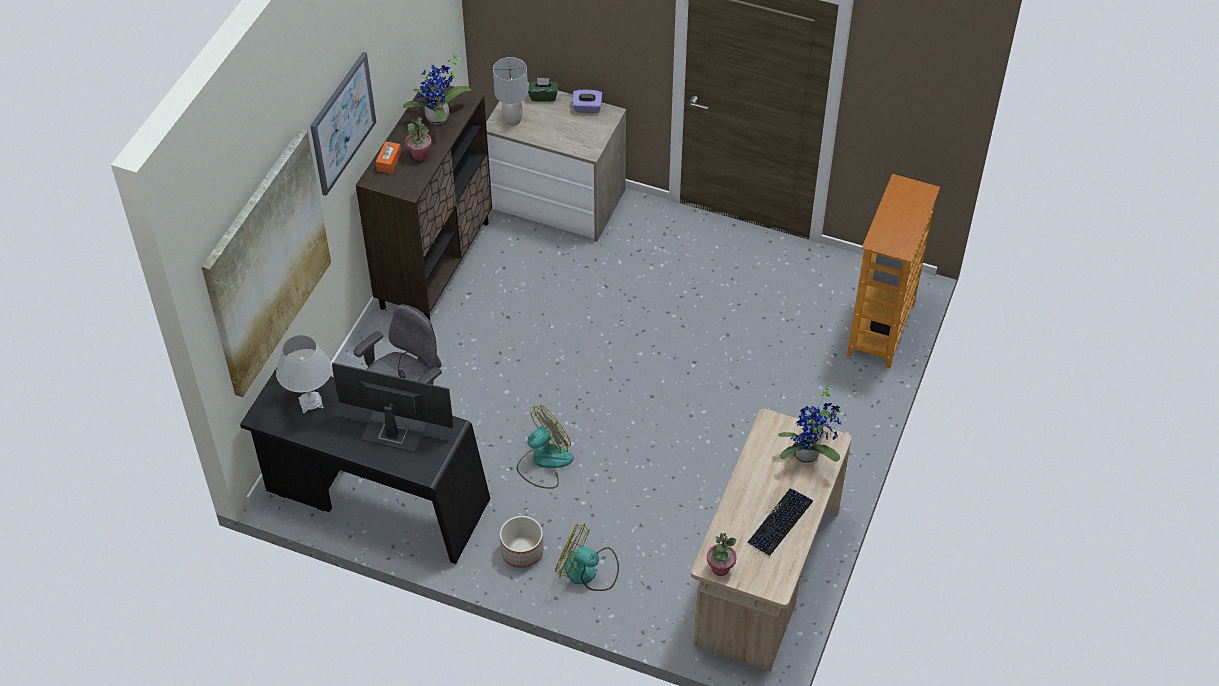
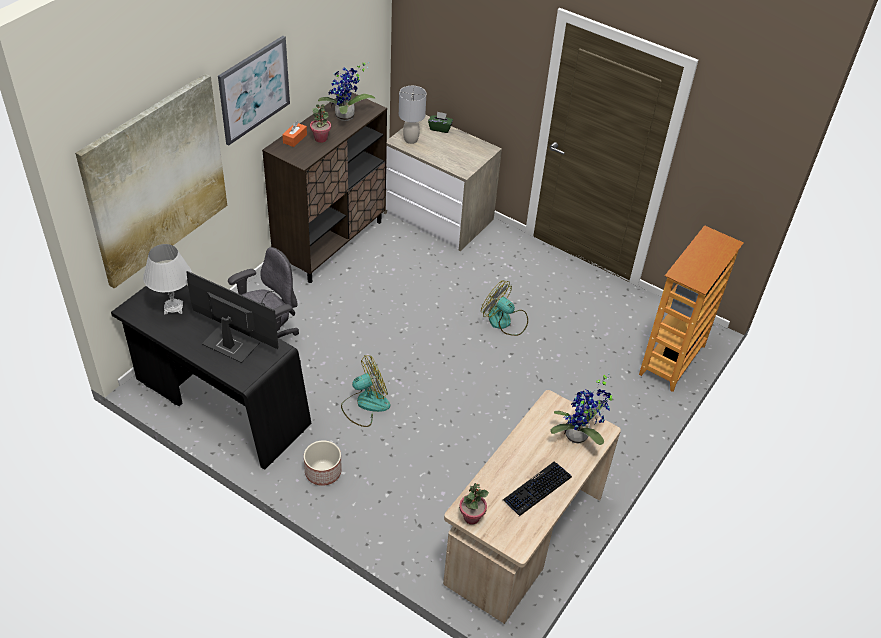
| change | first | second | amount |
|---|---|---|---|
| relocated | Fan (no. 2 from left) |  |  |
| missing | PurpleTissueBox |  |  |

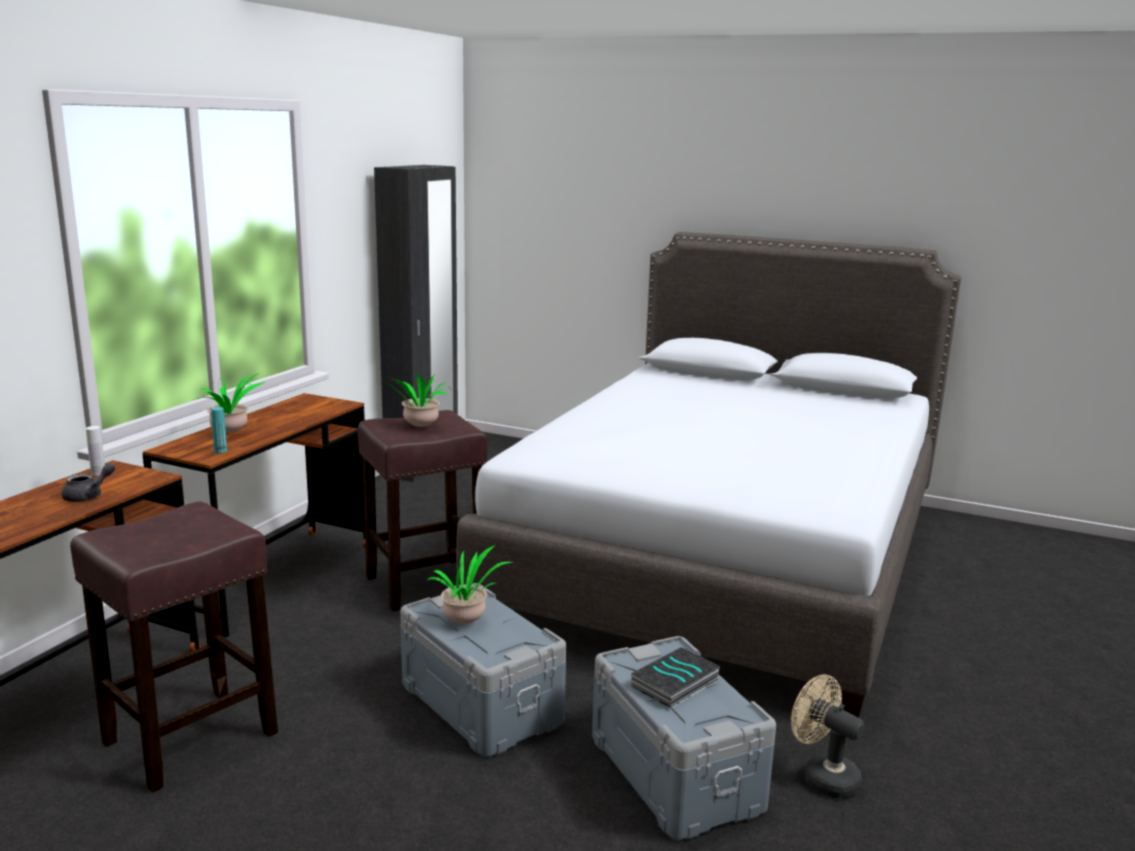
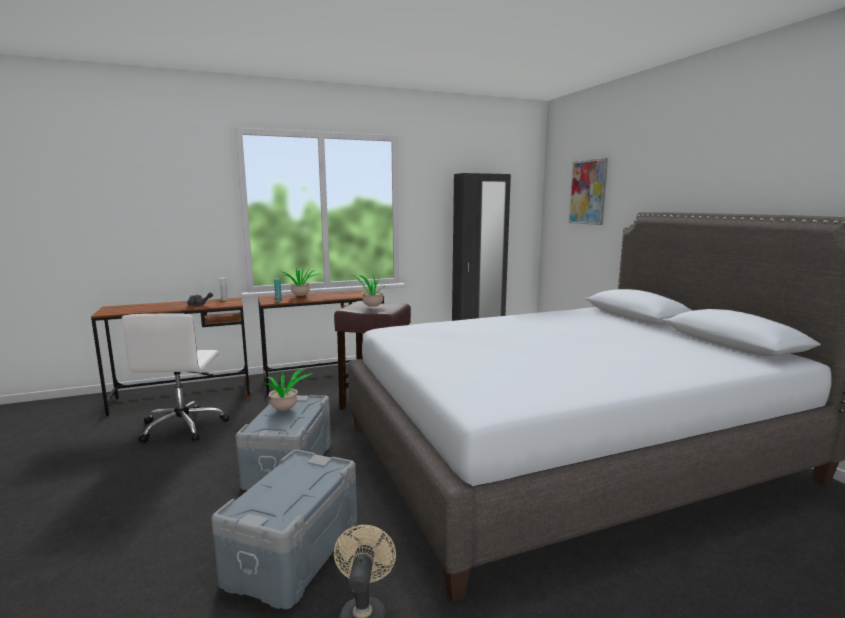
| change | first | second | amount |
|---|---|---|---|
| exchanged | BrownStool (no. 1 from left) | WhiteOfficeChair |  |
| missing | Book |  |  |
| appeared |  | Picture |  |

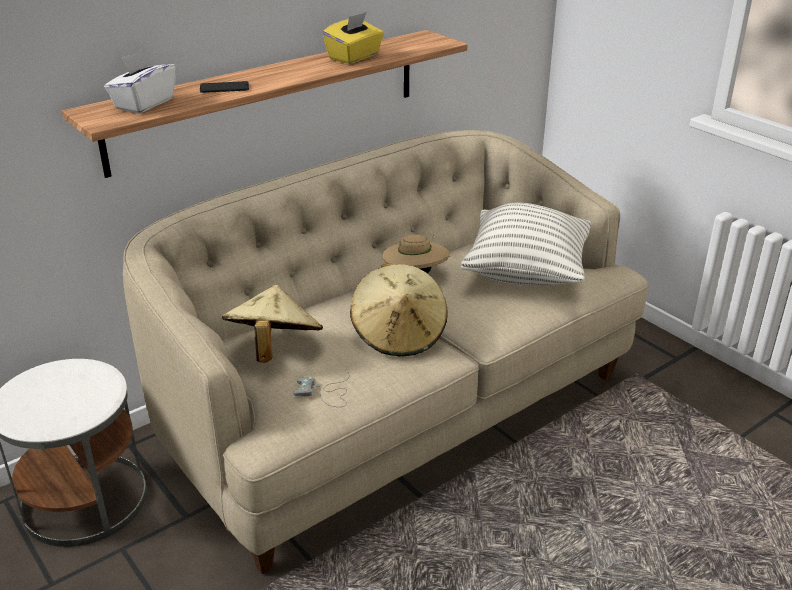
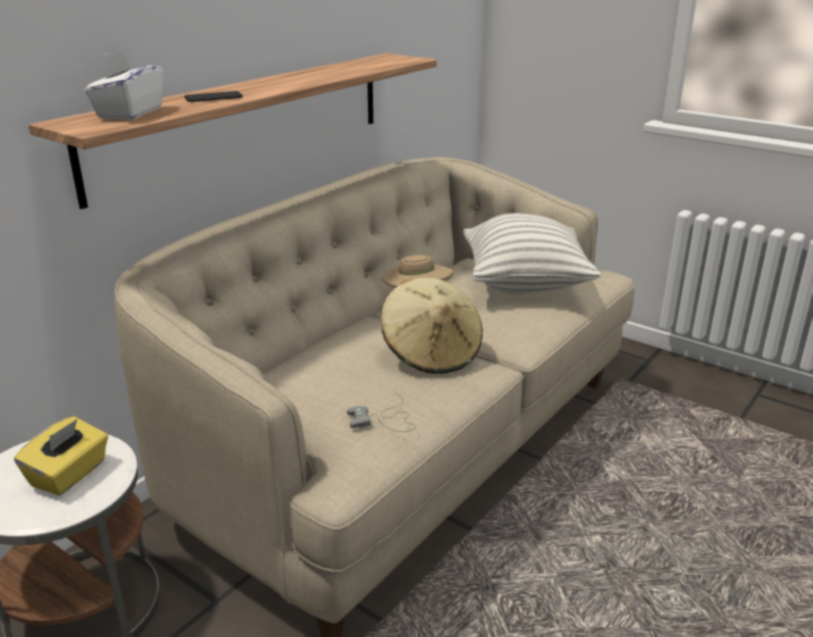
| change | first | second | amount |
|---|---|---|---|
| missing | BeigeHat (no. 1 from left) |  |  |
| relocated | YellowTissueBox |  |  |

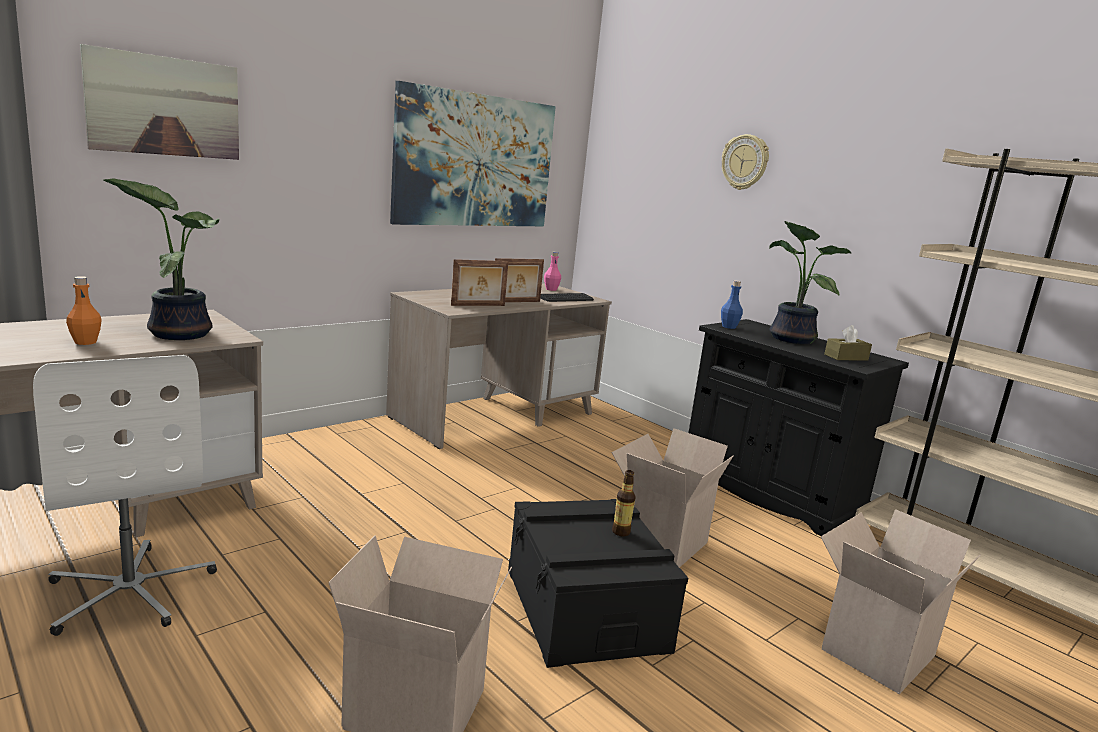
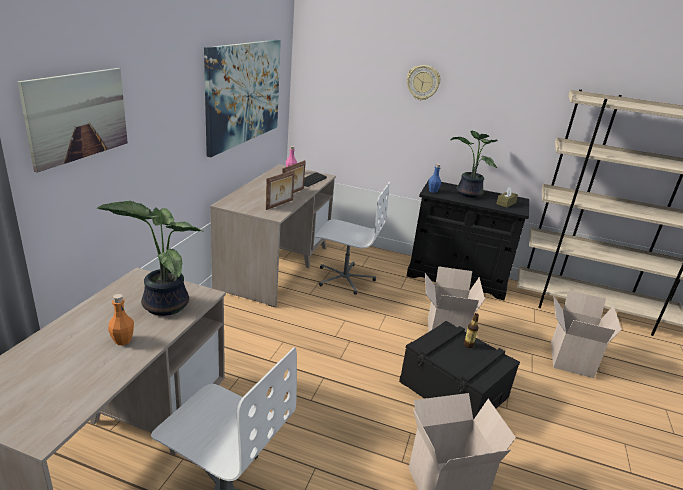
| change | first | second | amount |
|---|---|---|---|
| appeared |  | WhiteOfficeChair (no. 2 from left) |  |

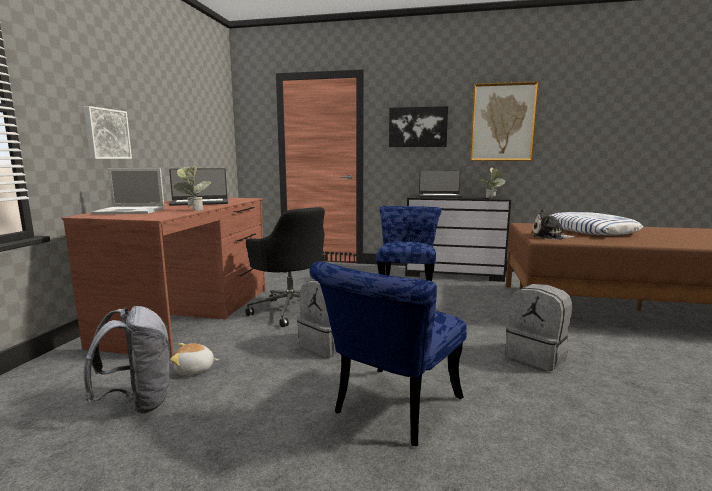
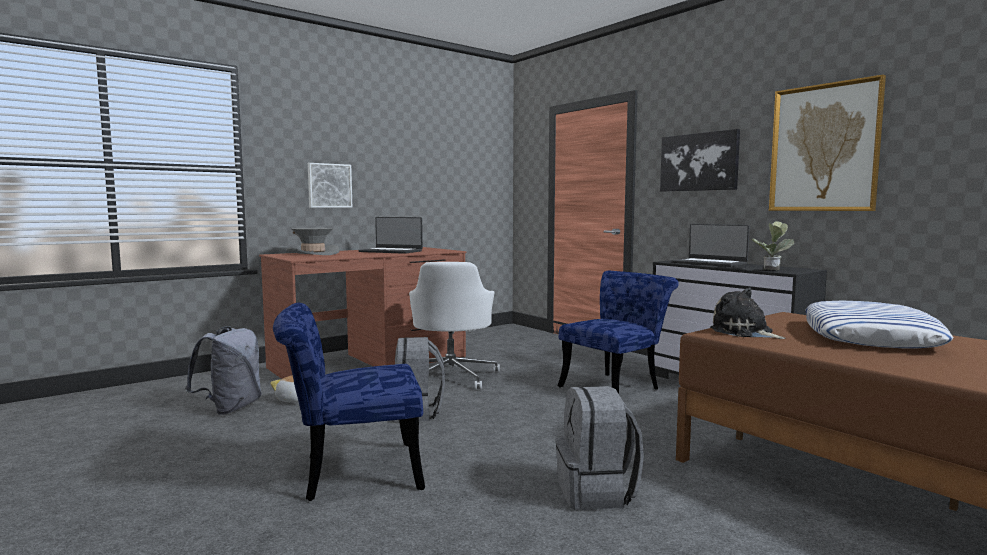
| change | first | second | amount |
|---|---|---|---|
| exchanged | Laptop (no. 1 from left) | GreyHat |  |
| missing | PottedPlant (no. 1 from left) |  |  |
| colour | BlackOfficeChair | WhiteOfficeChair |  |

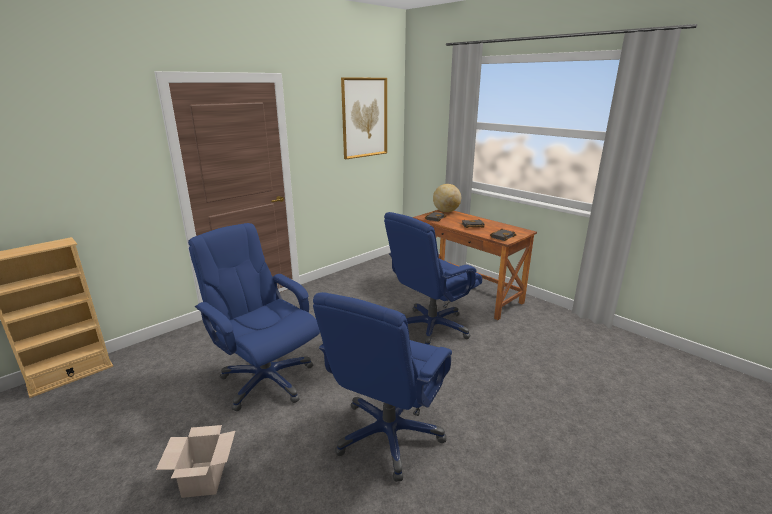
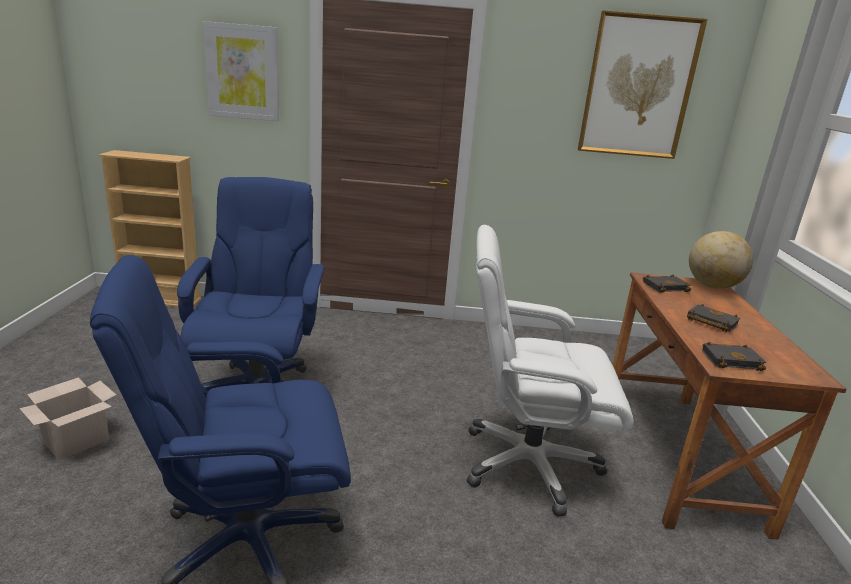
| change | first | second | amount |
|---|---|---|---|
| colour | BlueOfficeChair (no. 3 from left) | WhiteOfficeChair |  |
| appeared |  | Picture (no. 1 from left) |  |

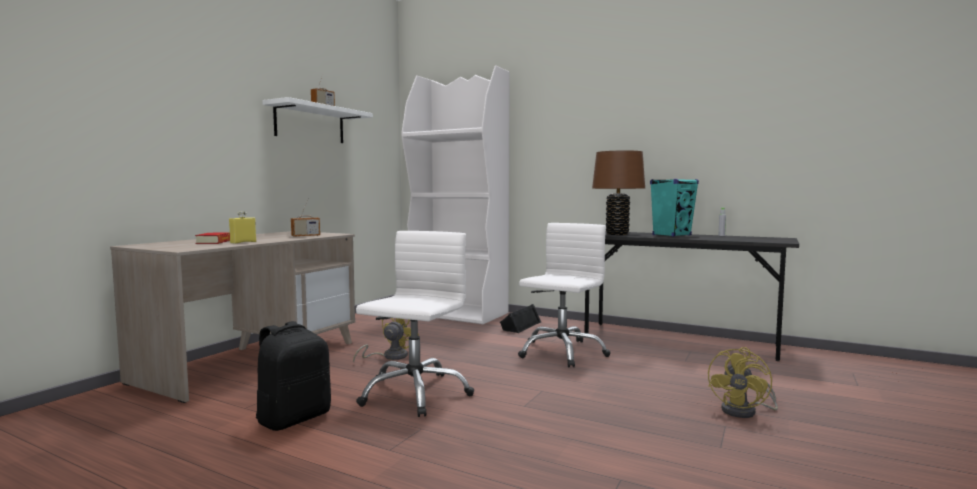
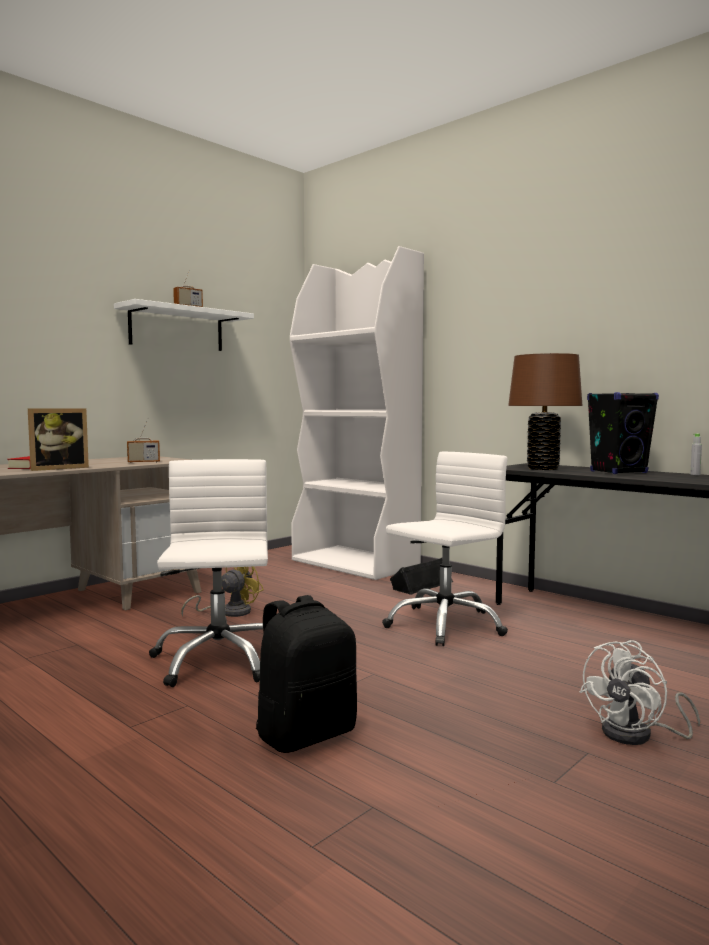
| change | first | second | amount |
|---|---|---|---|
| exchanged | YellowBottle | PictureFrame |  |
| relocated | BlackBackpack |  |  |
| spun | WhiteOfficeChair (no. 1 from left) |  | 45 degrees counterclockwise |
| colour | TurquoiseSpeaker | BlackSpeaker (no. 2 from left) |  |
| colour | YellowFan (no. 2 from left) | WhiteFan |  |

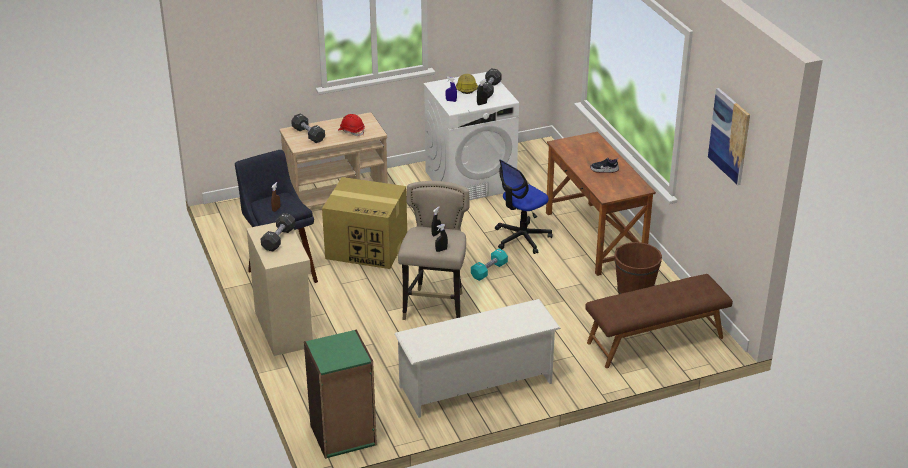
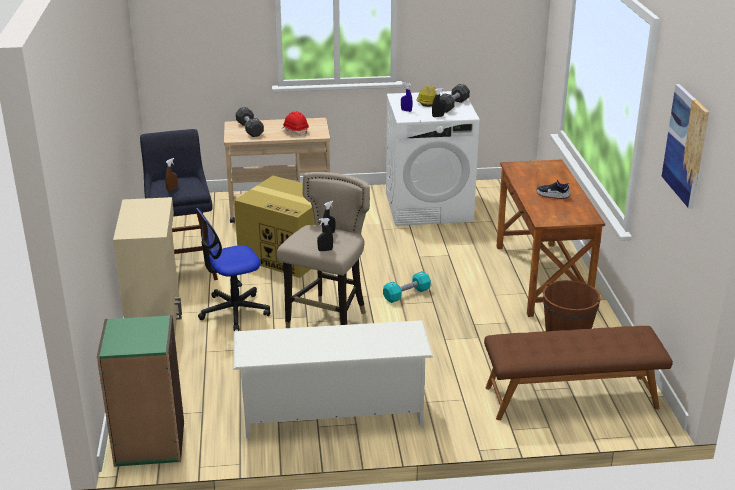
| change | first | second | amount |
|---|---|---|---|
| missing | BlackDumbbell (no. 1 from left) |  |  |
| relocated | OfficeChair |  |  |

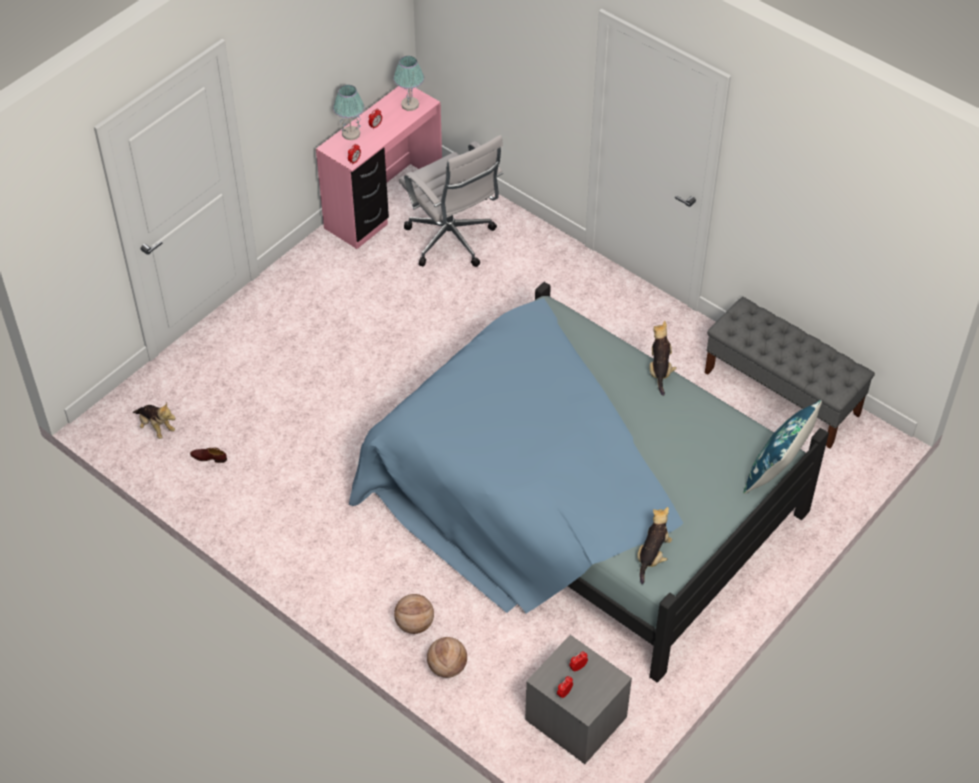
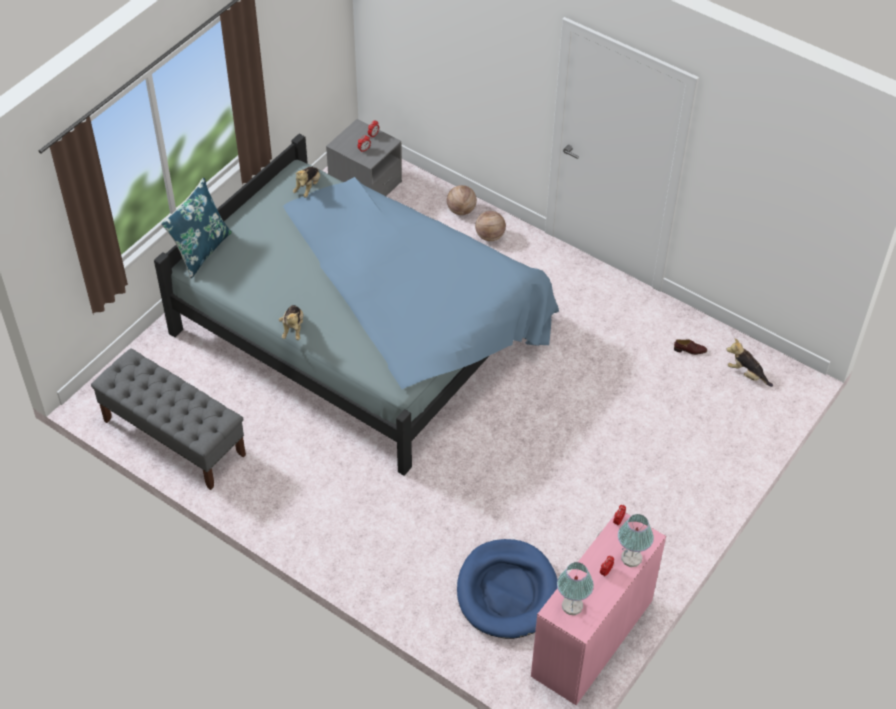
| change | first | second | amount |
|---|---|---|---|
| exchanged | WhiteOfficeChair | BlueDogBed |  |

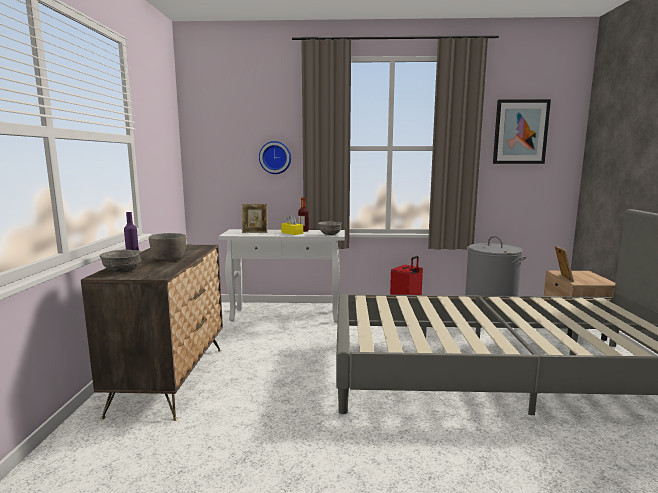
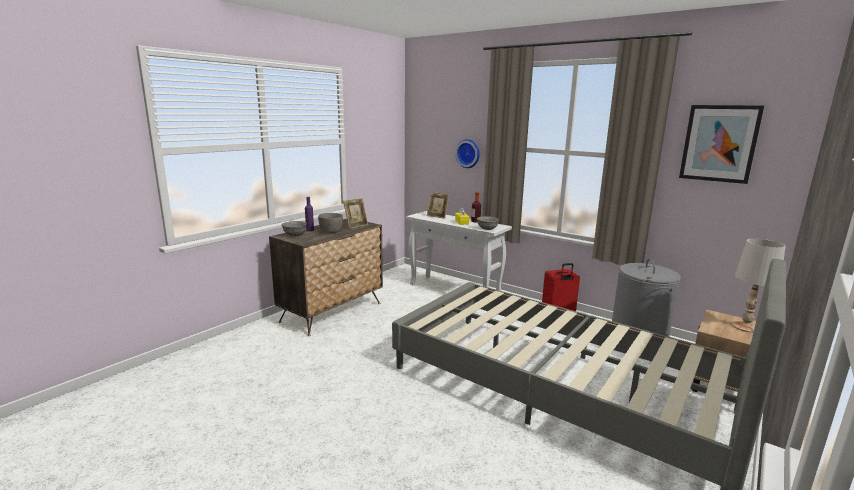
| change | first | second | amount |
|---|---|---|---|
| relocated | PictureFrame (no. 2 from left in the first image) | PictureFrame (no. 1 from left) |  |
| appeared |  | WhiteTableLamp |  |

